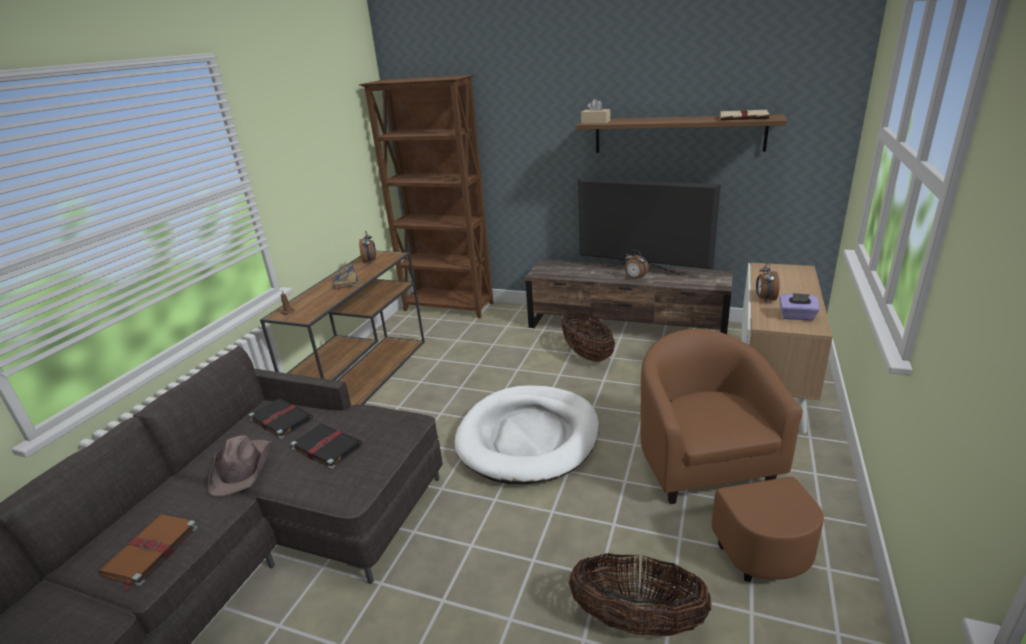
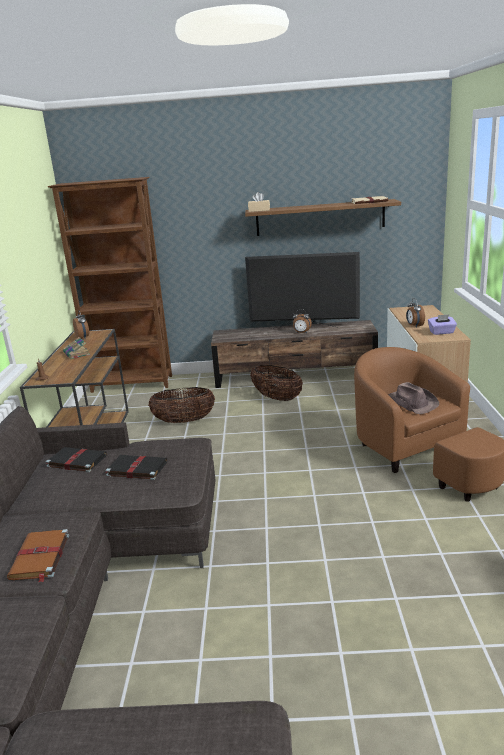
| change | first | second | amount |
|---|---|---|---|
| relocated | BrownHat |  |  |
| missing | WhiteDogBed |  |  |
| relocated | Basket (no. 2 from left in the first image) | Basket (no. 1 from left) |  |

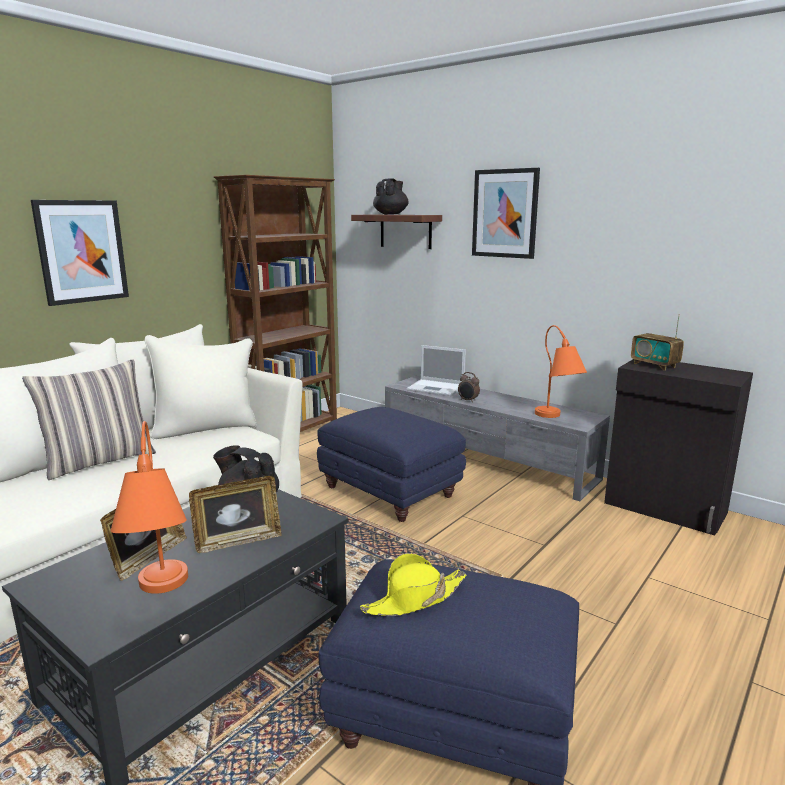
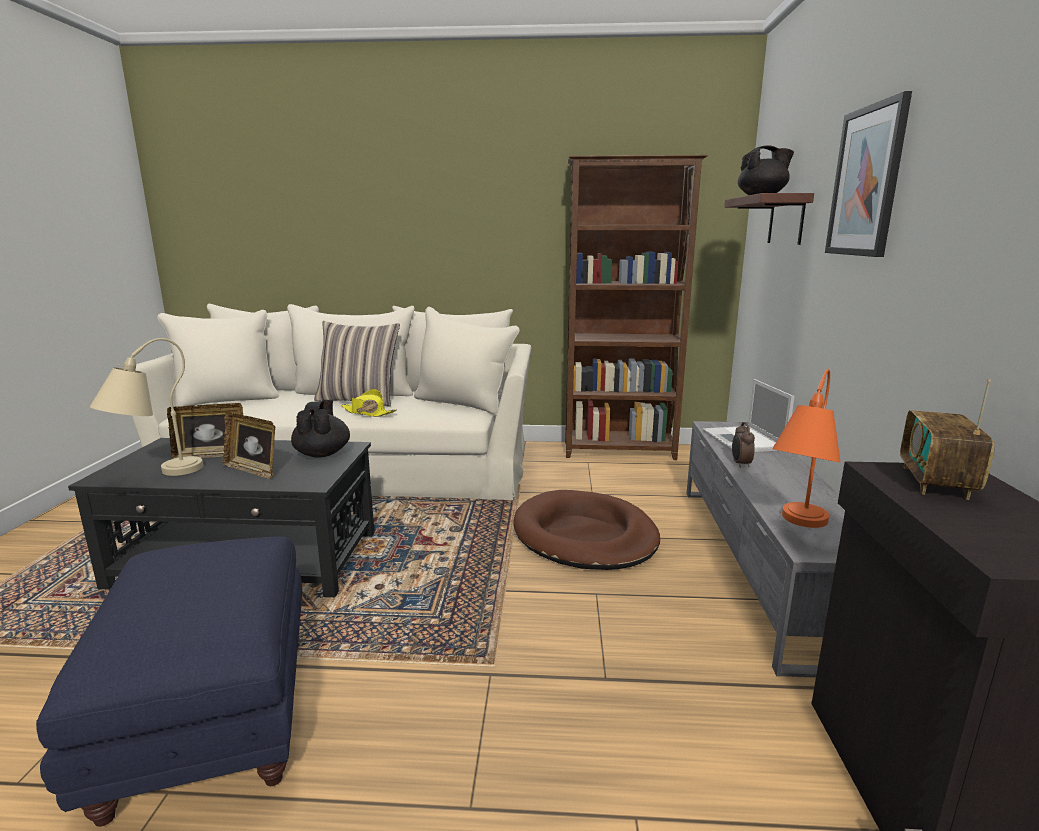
| change | first | second | amount |
|---|---|---|---|
| missing | Picture (no. 1 from left) |  |  |
| colour | OrangeTableLamp (no. 1 from left) | BeigeTableLamp |  |
| exchanged | BlueOttoman (no. 1 from left) | BrownDogBed |  |
| relocated | YellowHat |  |  |

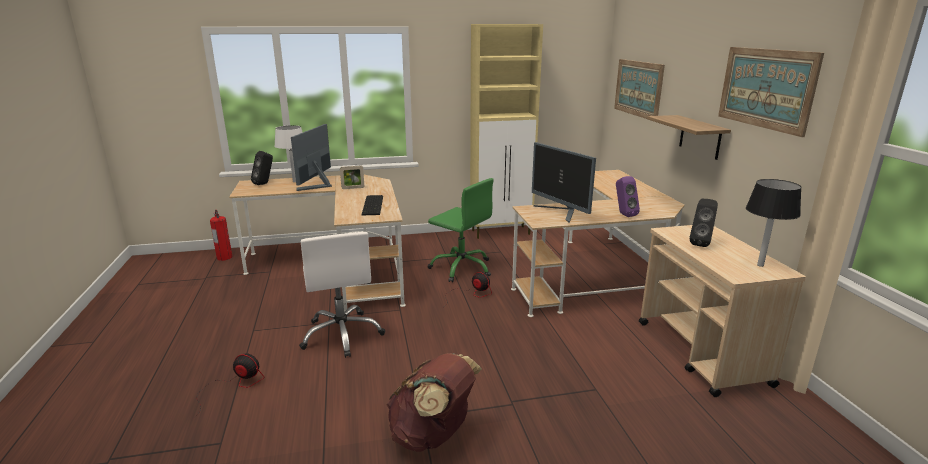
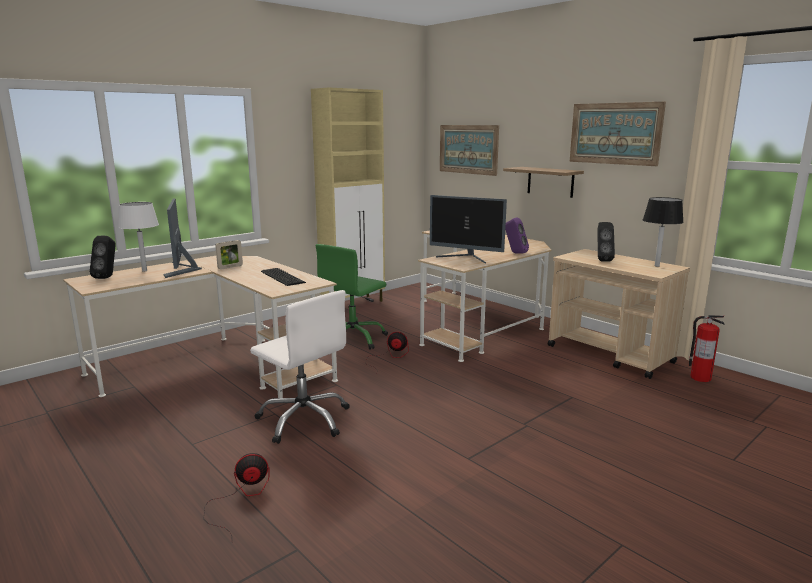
| change | first | second | amount |
|---|---|---|---|
| relocated | FireExtinguisher |  |  |
| missing | BrownBackpack |  |  |
| spun | GreenOfficeChair |  | 120 degrees clockwise |

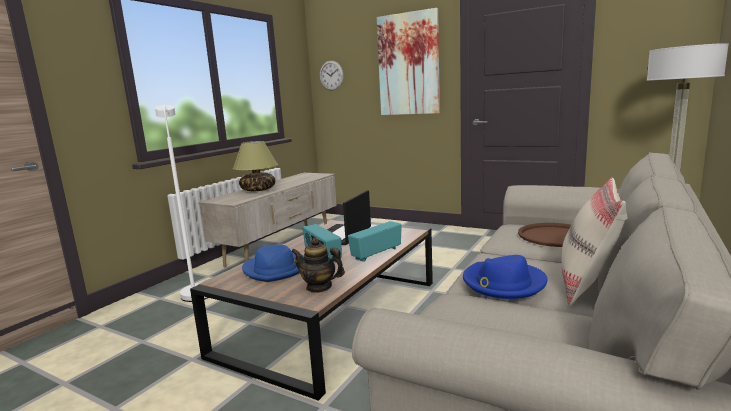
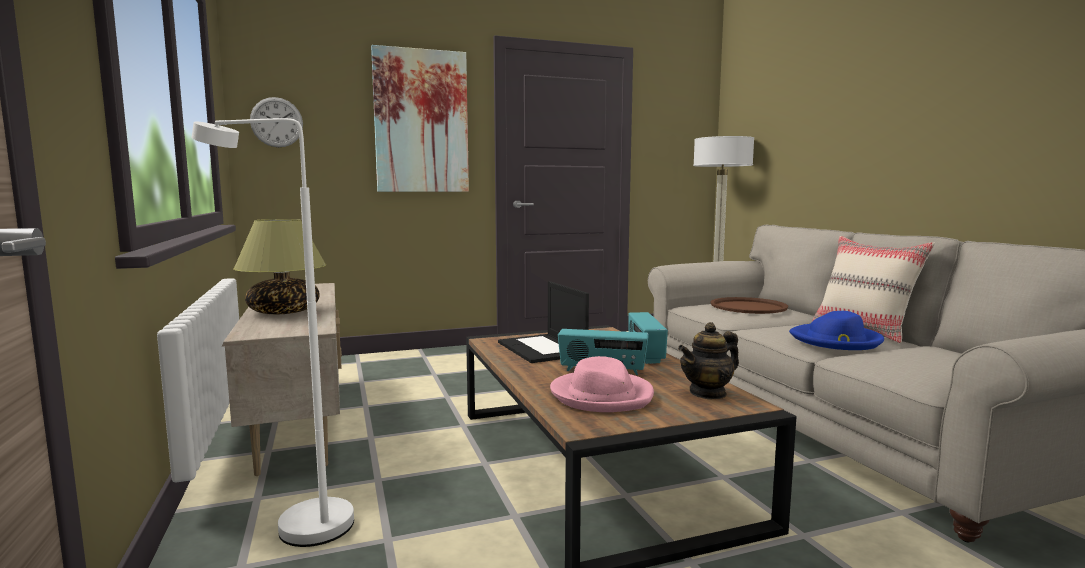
| change | first | second | amount |
|---|---|---|---|
| colour | BlueHat (no. 1 from left) | PinkHat |  |

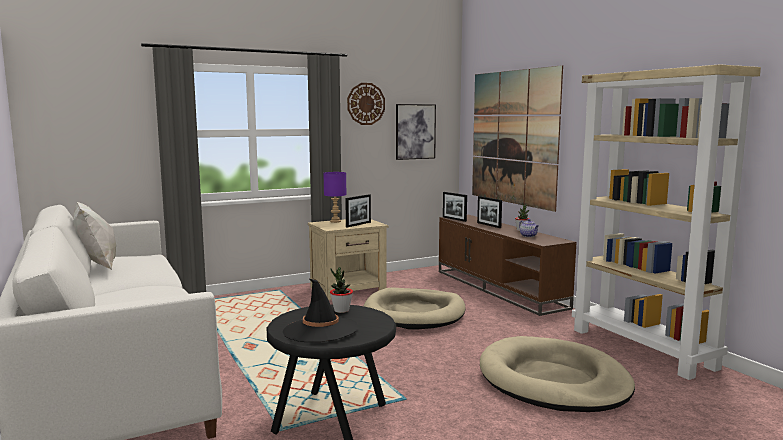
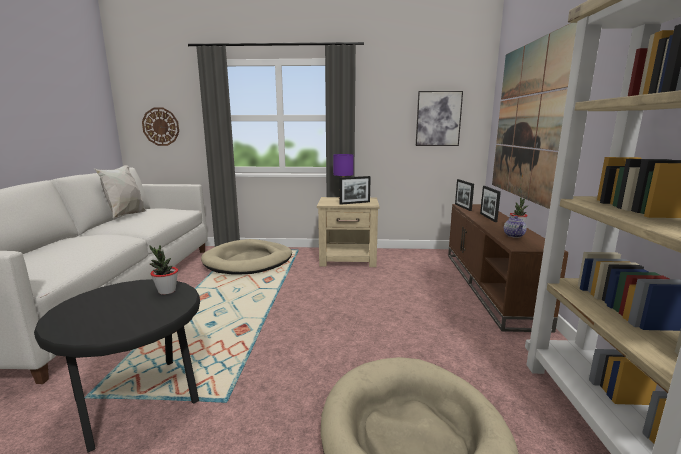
| change | first | second | amount |
|---|---|---|---|
| missing | BlackHat |  |  |
| relocated | WallClock |  |  |
| relocated | BeigeDogBed (no. 1 from left) |  |  |

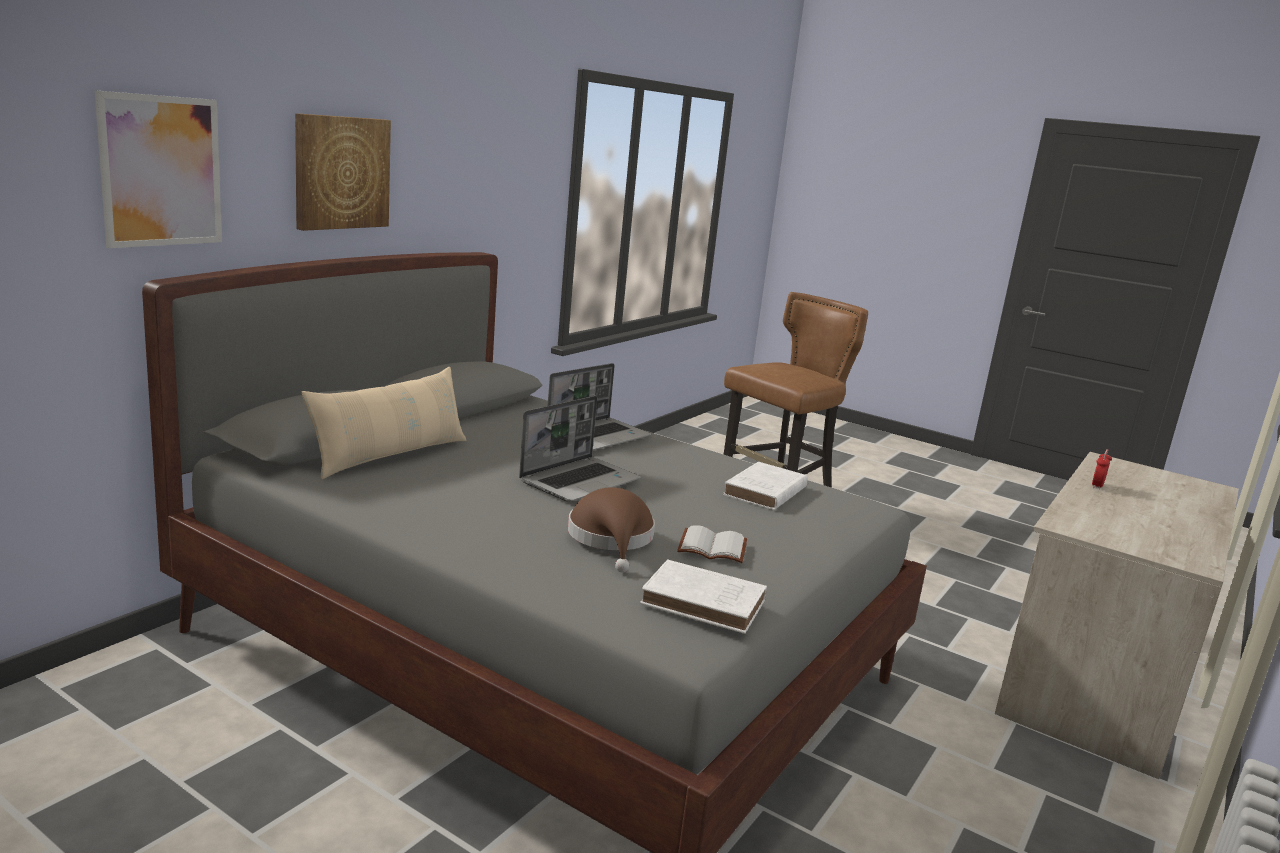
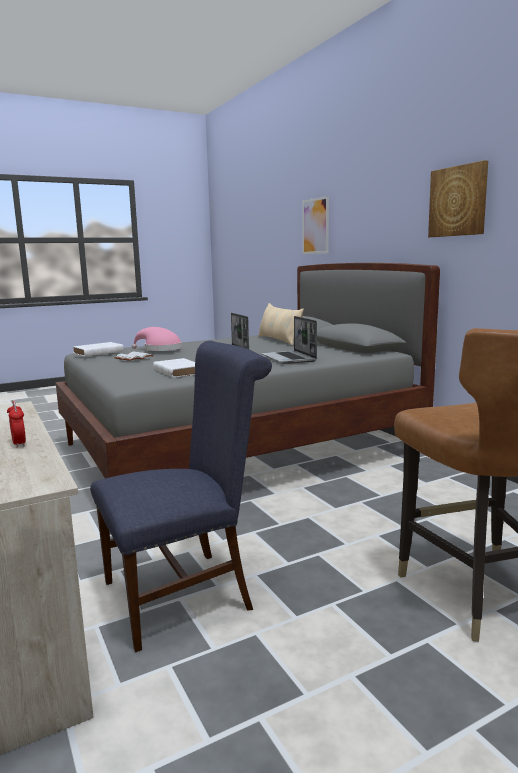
| change | first | second | amount |
|---|---|---|---|
| relocated | Picture (no. 2 from left) |  |  |
| colour | BrownHat | PinkHat |  |
| appeared |  | BlueChair |  |

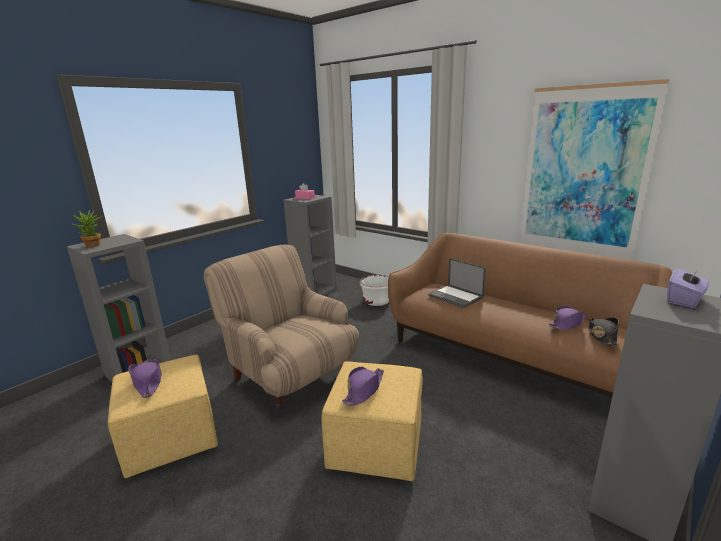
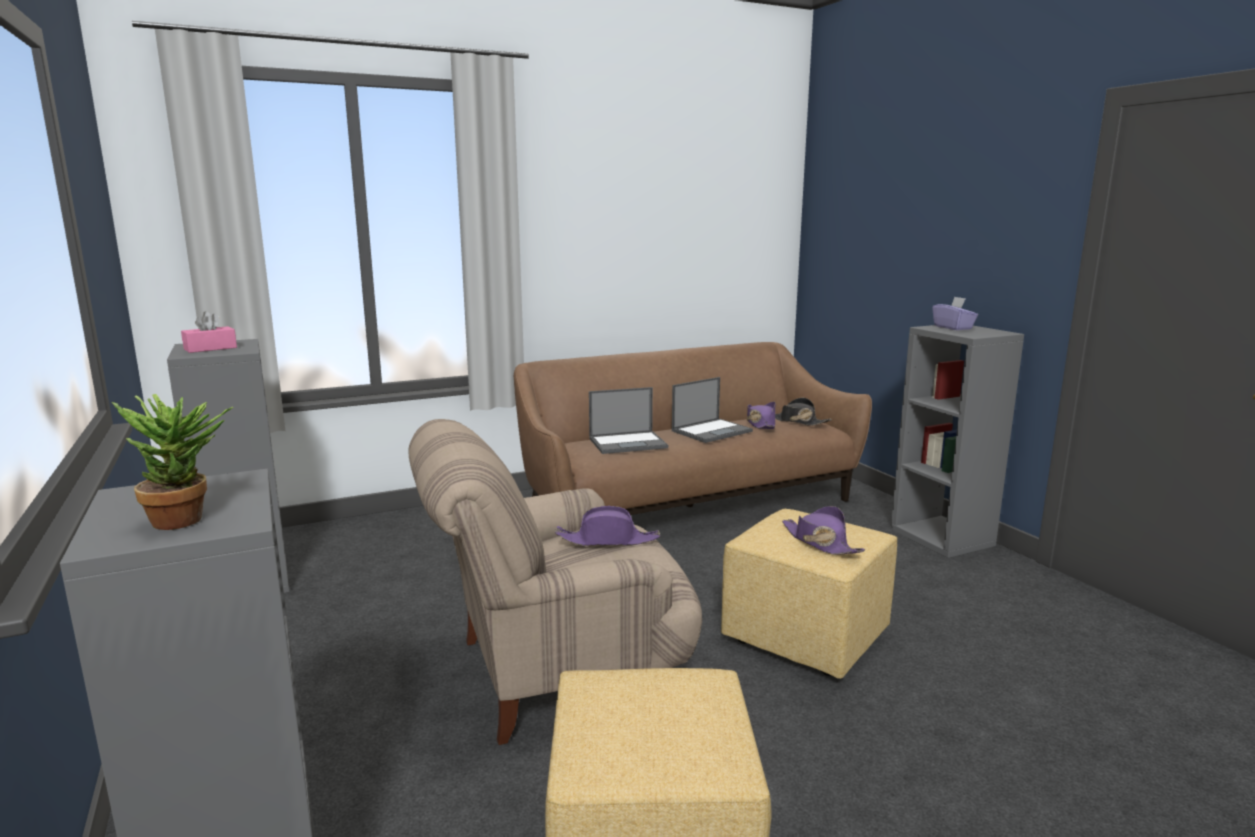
| change | first | second | amount |
|---|---|---|---|
| relocated | PurpleHat (no. 1 from left) |  |  |
| missing | WhitePlanter |  |  |
| missing | Picture |  |  |
| appeared |  | Laptop (no. 2 from left) |  |

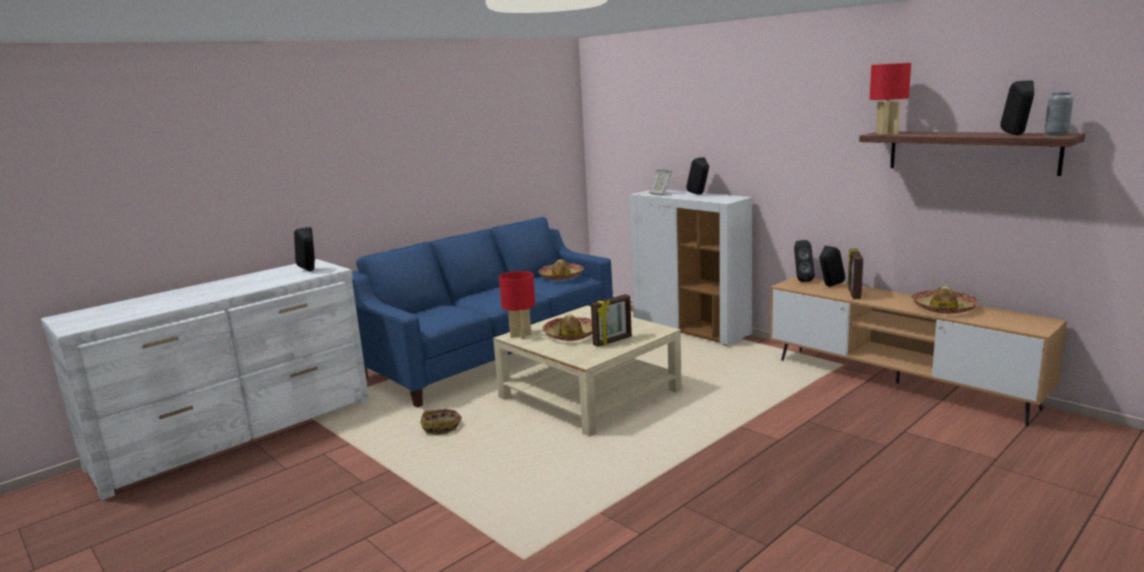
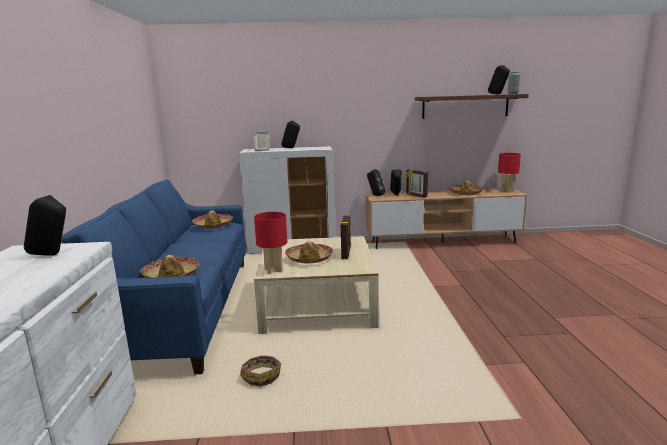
| change | first | second | amount |
|---|---|---|---|
| relocated | RedTableLamp (no. 2 from left) |  |  |
| appeared |  | Hat (no. 1 from left) |  |

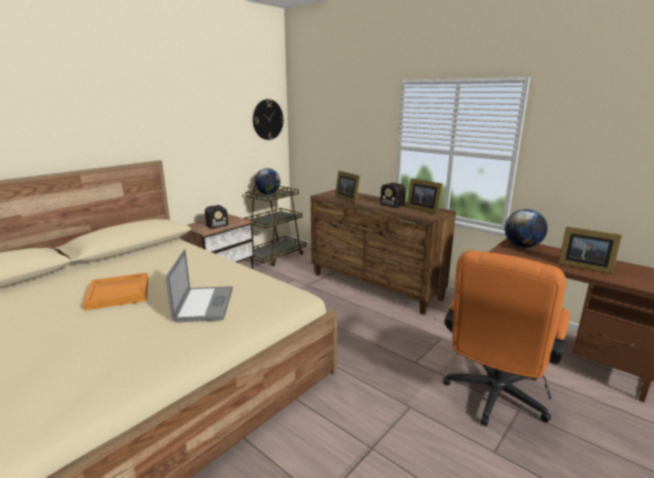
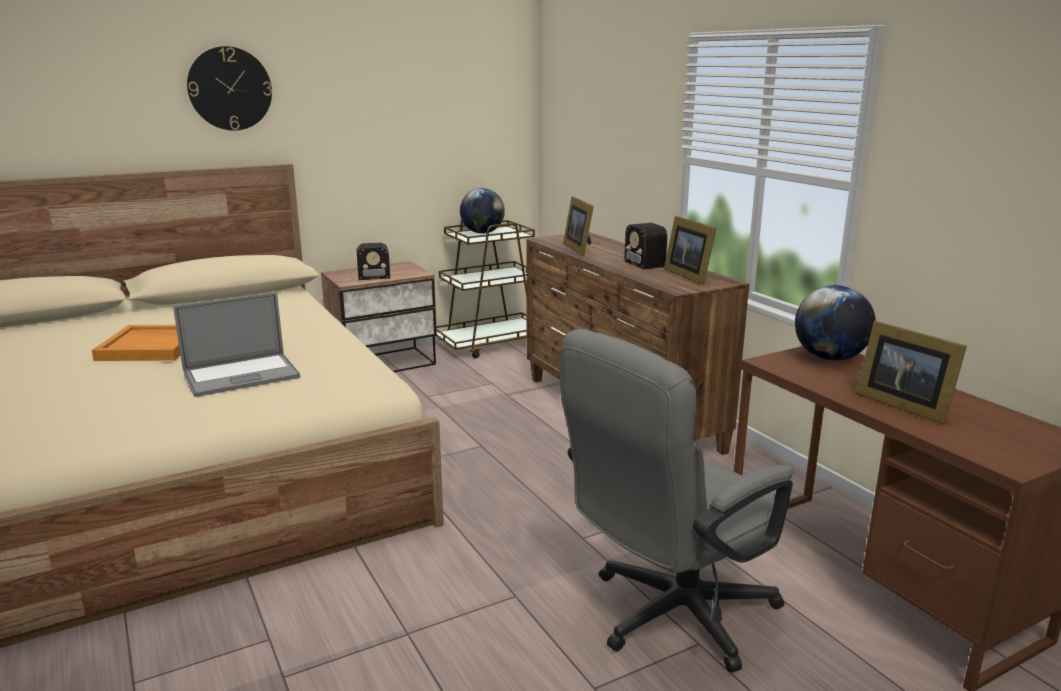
| change | first | second | amount |
|---|---|---|---|
| spun | Laptop |  | 45 degrees clockwise |
| relocated | WallClock |  |  |
| colour | OrangeOfficeChair | GreyOfficeChair |  |

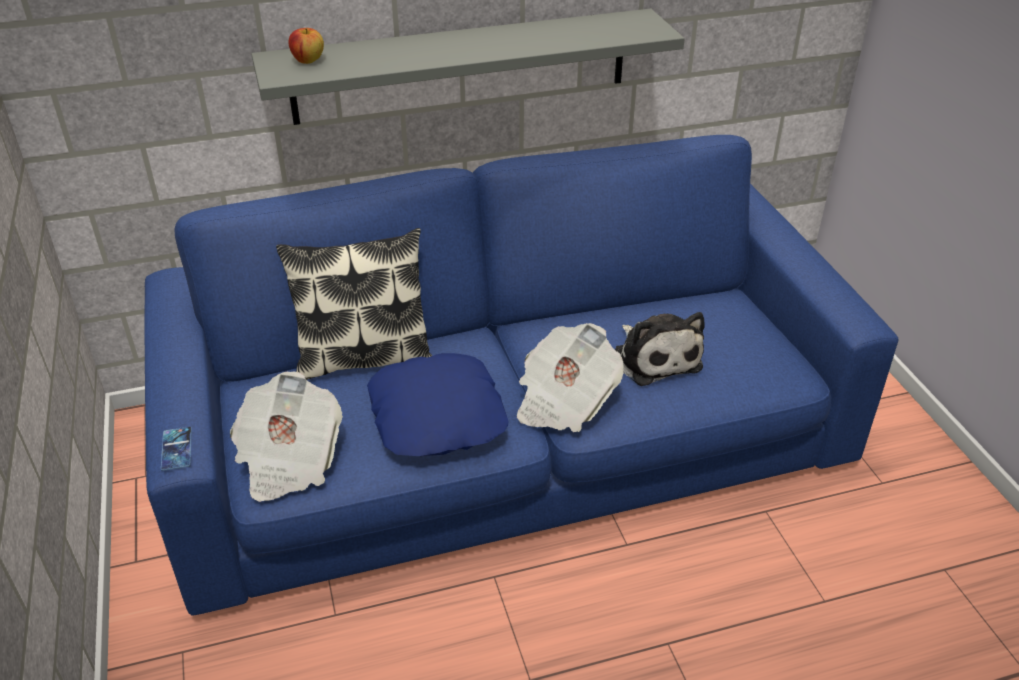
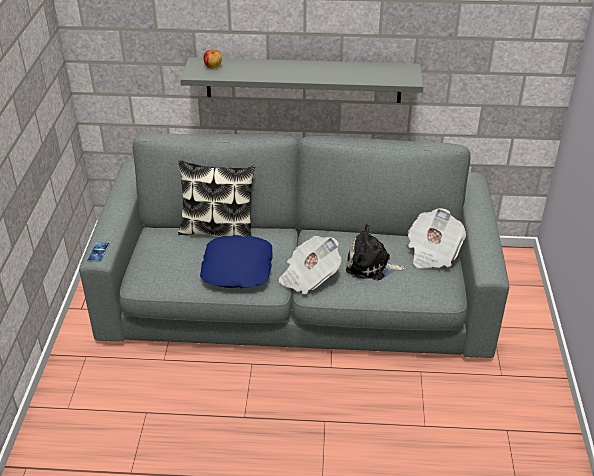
| change | first | second | amount |
|---|---|---|---|
| colour | BlueSofa | GreySofa |  |
| relocated | Newspaper (no. 1 from left in the first image) | Newspaper (no. 2 from left) |  |
| spun | PlushToy |  | 105 degrees clockwise |

